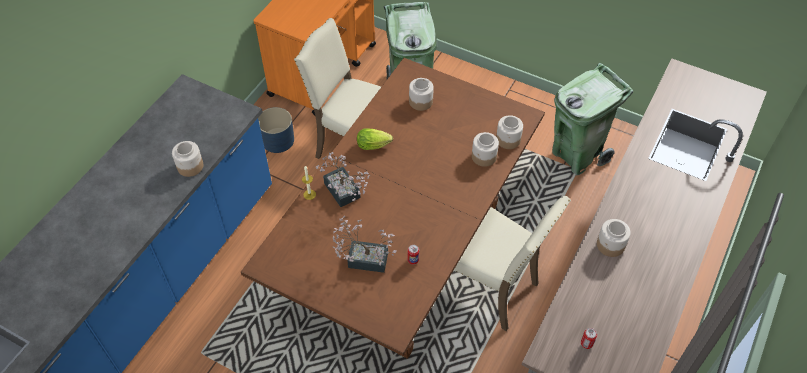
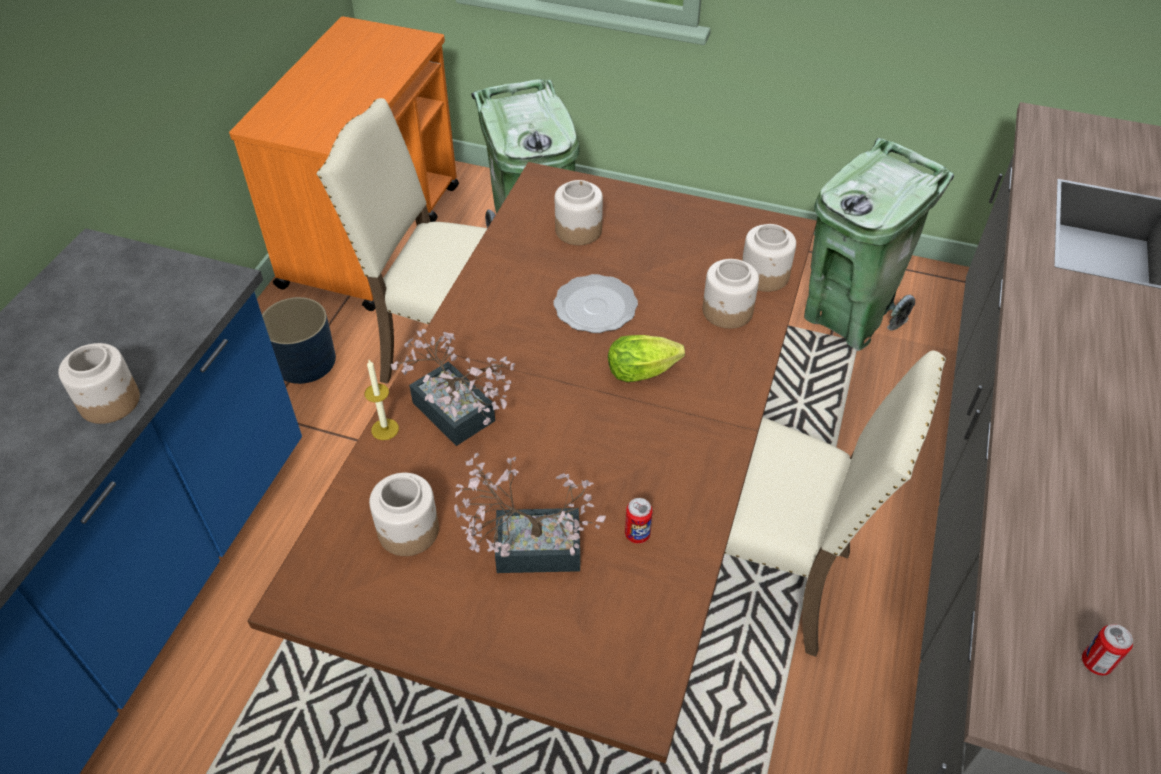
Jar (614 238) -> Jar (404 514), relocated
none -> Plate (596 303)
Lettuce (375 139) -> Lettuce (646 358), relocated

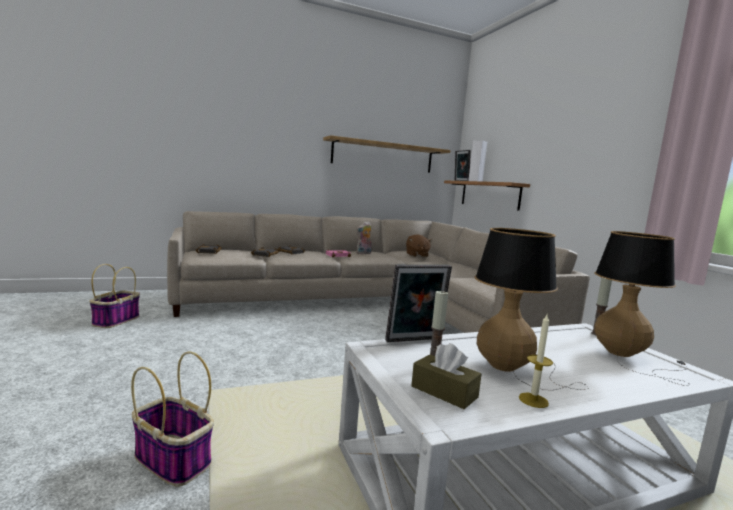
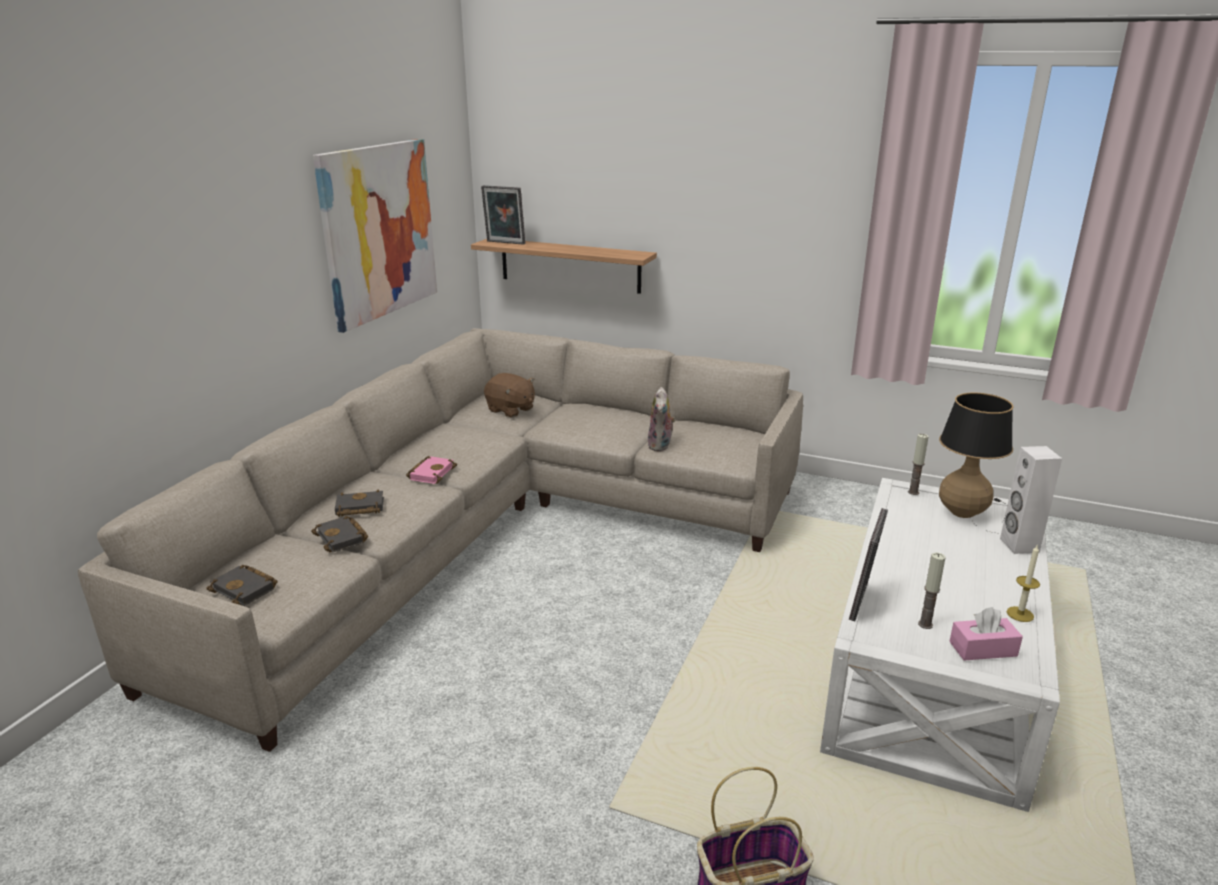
Shelf (387 154) -> Picture (375 236)
PlushToy (364 237) -> PlushToy (661 419), relocated
BrownTissueBox (446 376) -> PinkTissueBox (986 633)
WhiteSpeaker (477 161) -> WhiteSpeaker (1031 500), relocated
Basket (114 296) -> none
TableLamp (532 309) -> none

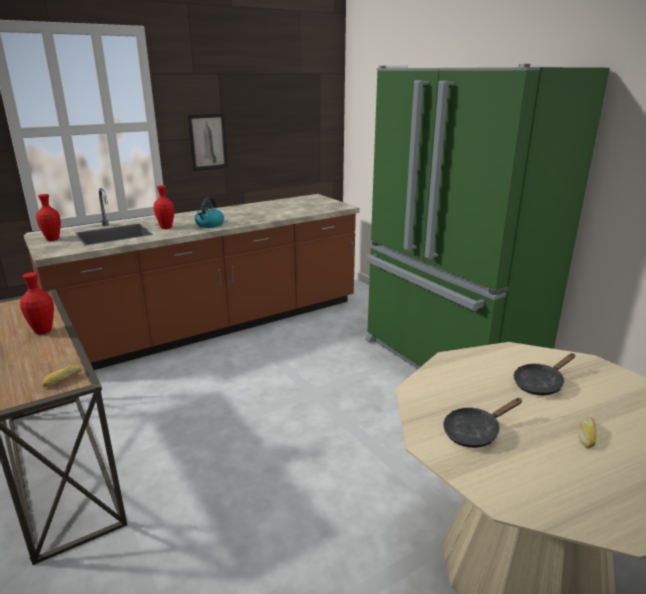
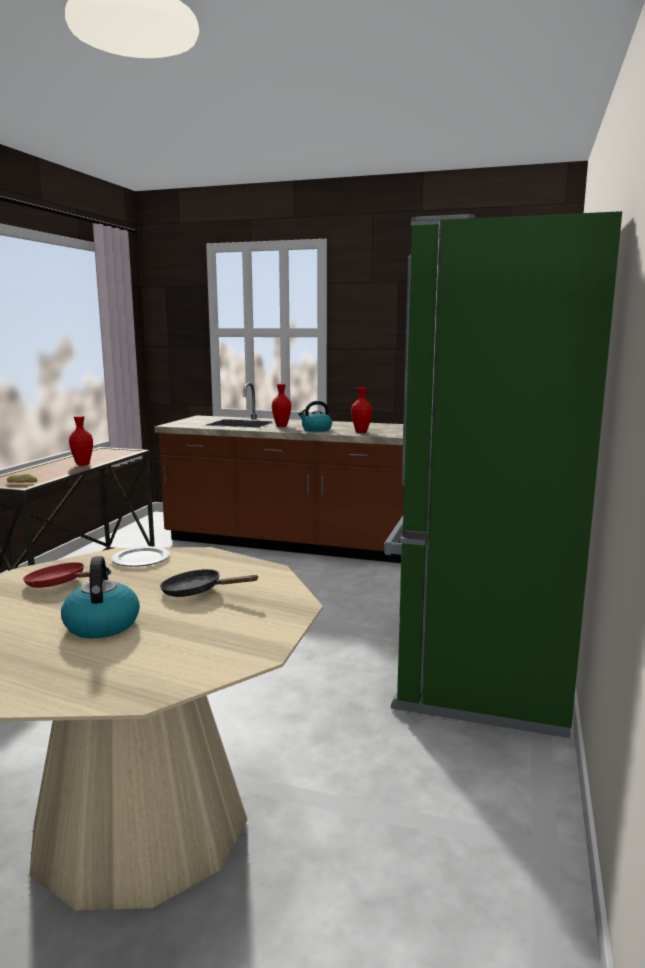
BlackFryingPan (482 423) -> RedFryingPan (67 575)
Bread (588 433) -> Kettle (100 597)
none -> Plate (140 556)
RedVase (48 217) -> RedVase (361 410), relocated
Picture (208 142) -> none

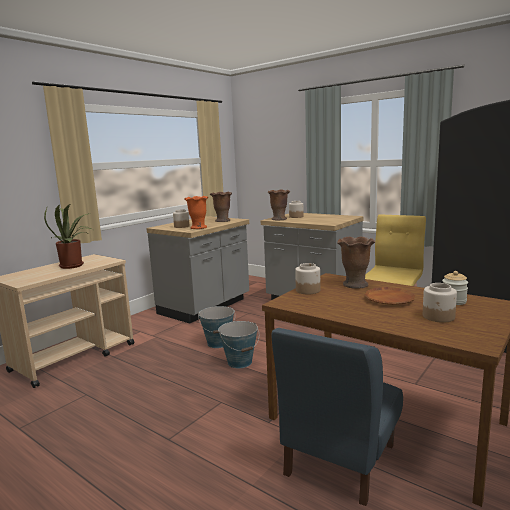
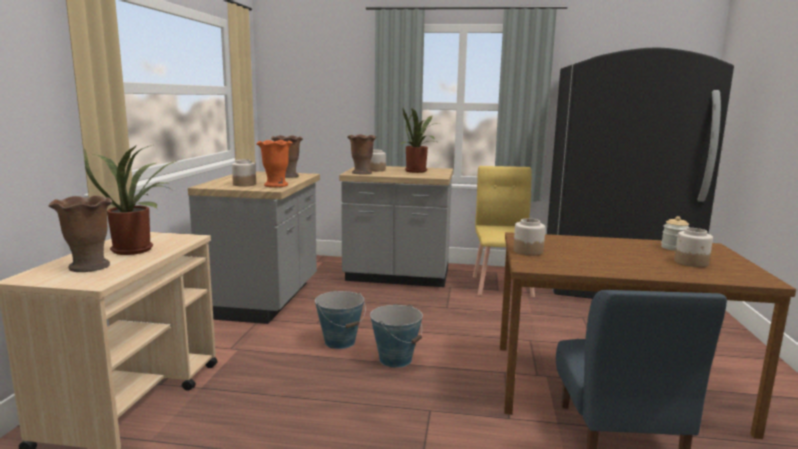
BrownVase (356 263) -> BrownVase (80 233), relocated
none -> PottedPlant (420 140)
BrownPlate (390 296) -> none

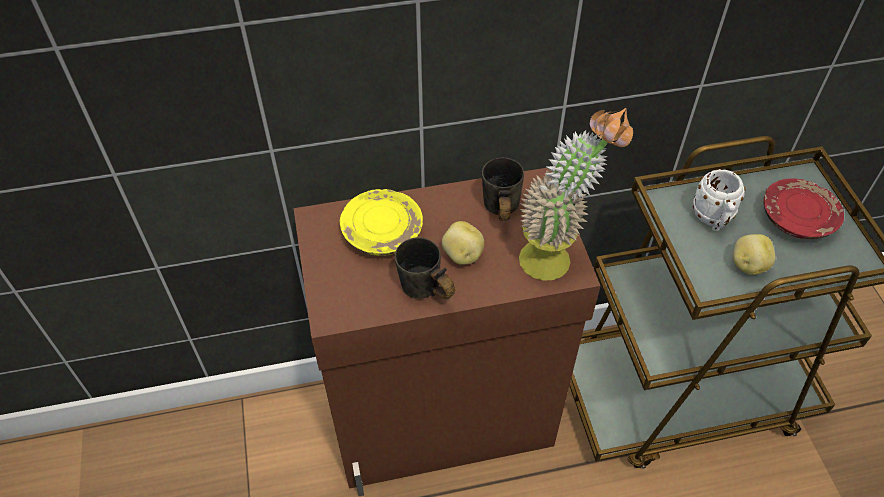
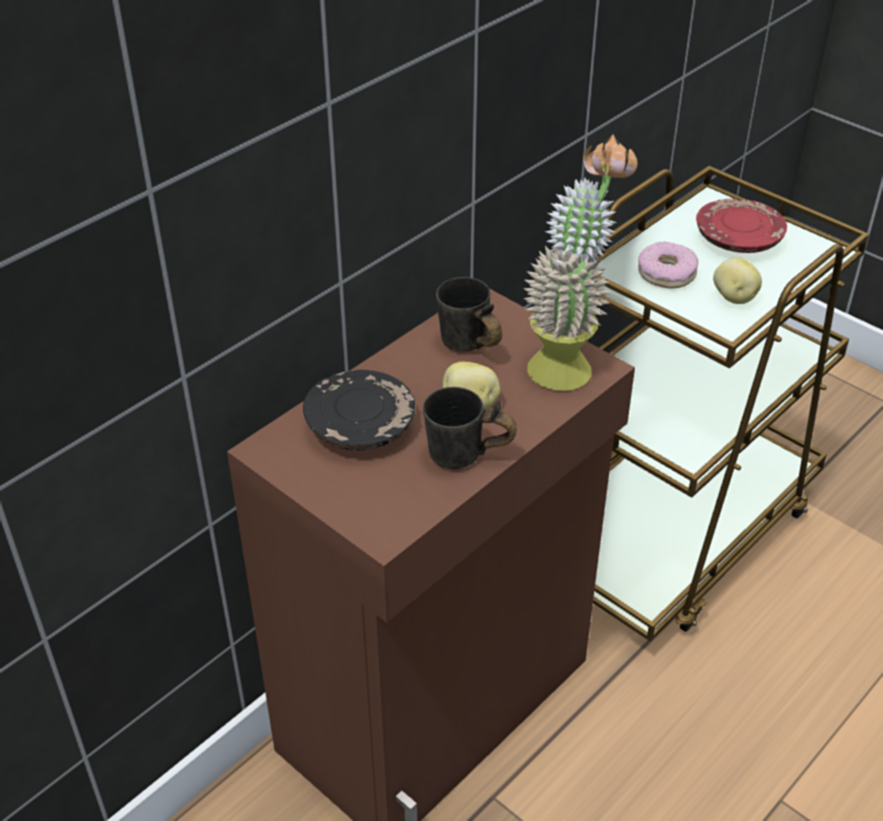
YellowPlate (381 222) -> BlackPlate (359 410)
WhiteMug (719 200) -> Donut (668 265)

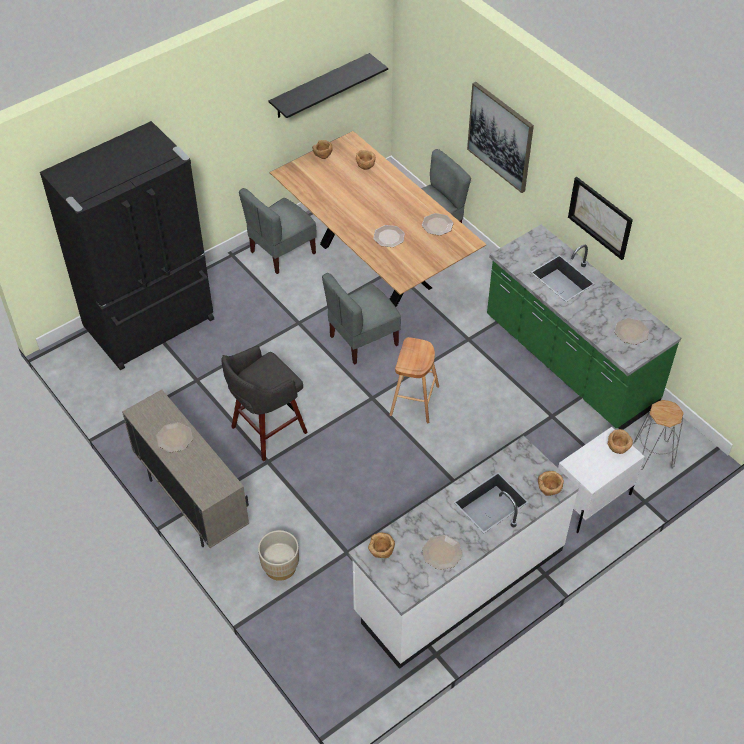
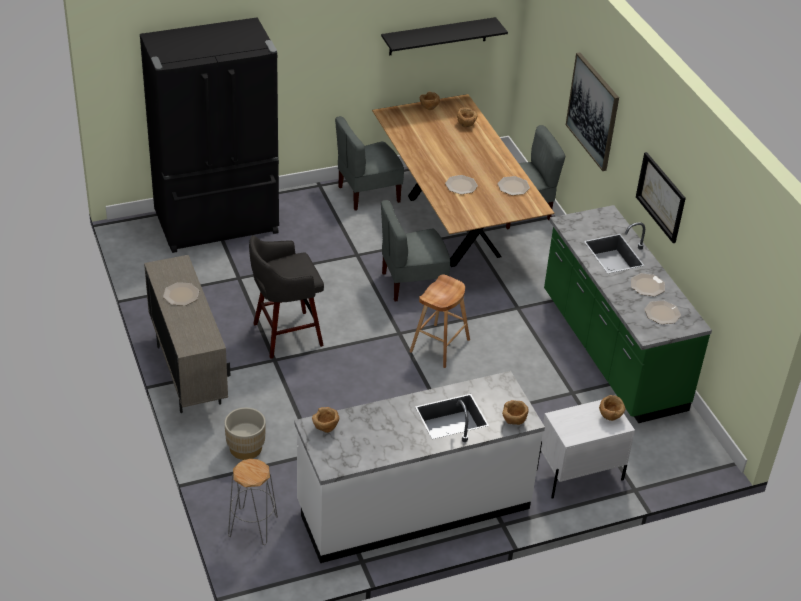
GreyStool (658 435) -> GreyStool (253 502), relocated
Plate (442 552) -> Plate (648 284), relocated

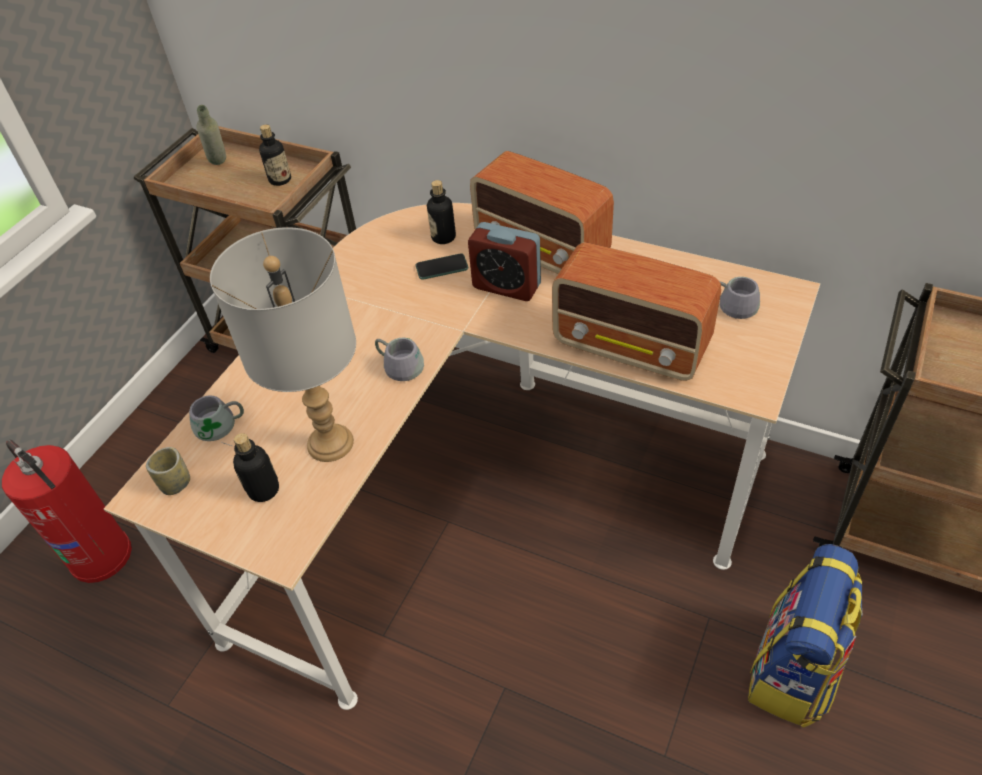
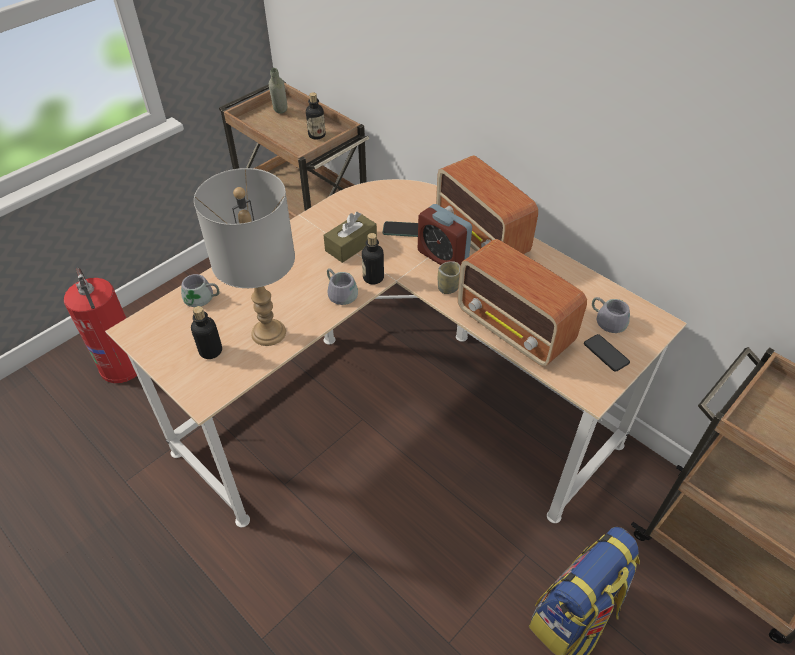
none -> BrownTissueBox (350 237)
Bottle (441 212) -> Bottle (373 258), relocated
Cup (168 471) -> Cup (449 277), relocated
none -> Phone (607 353)

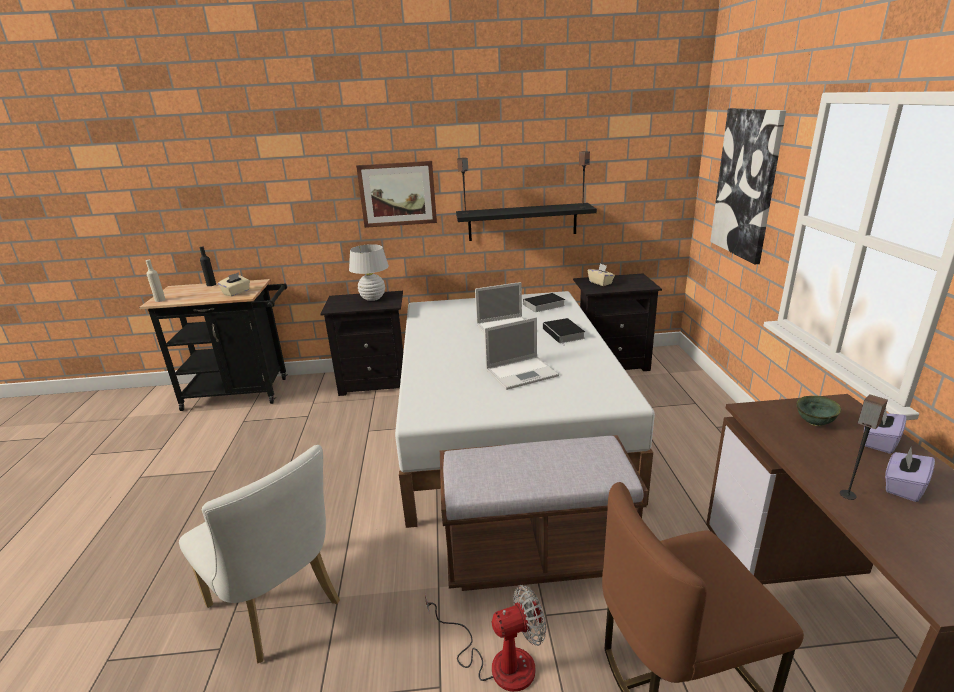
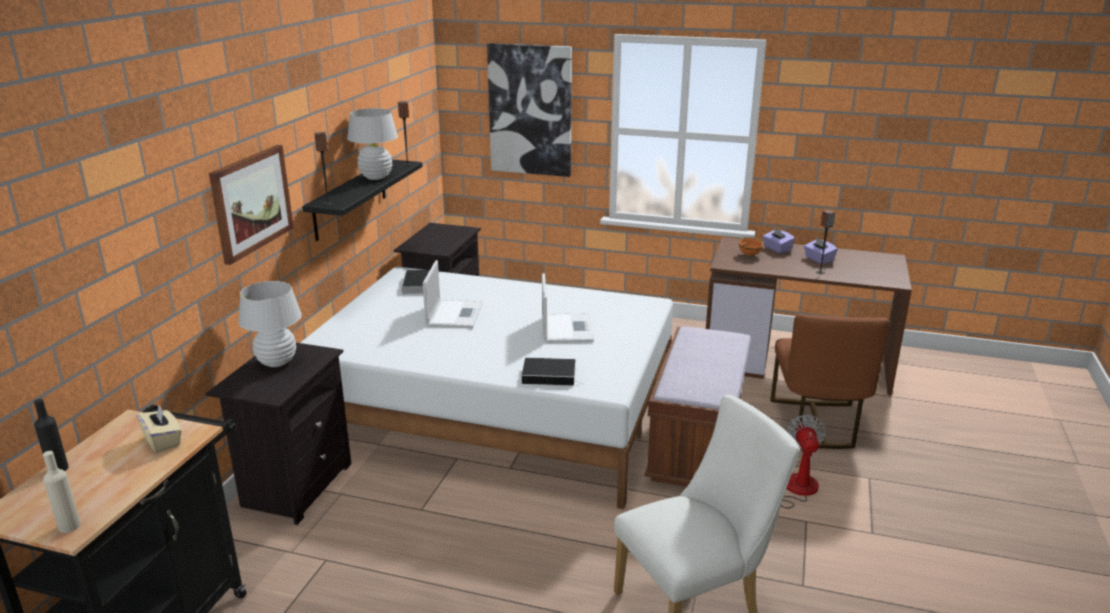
none -> WhiteTableLamp (372 144)
Book (564 332) -> Book (553 372), relocated
GreenBowl (818 411) -> OrangeBowl (751 247)
BeigeTissueBox (601 274) -> none

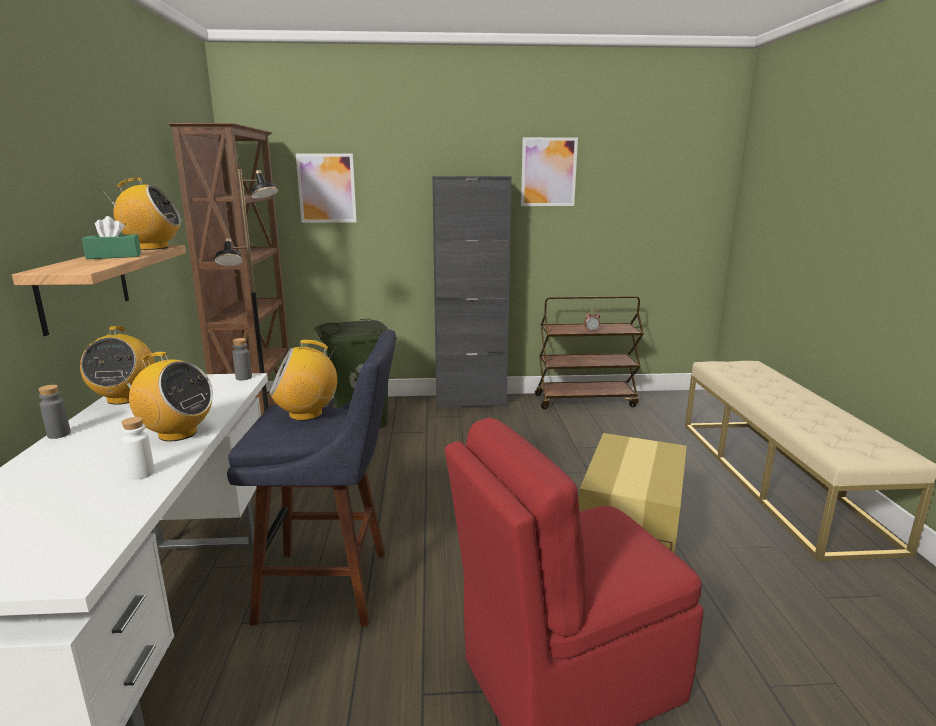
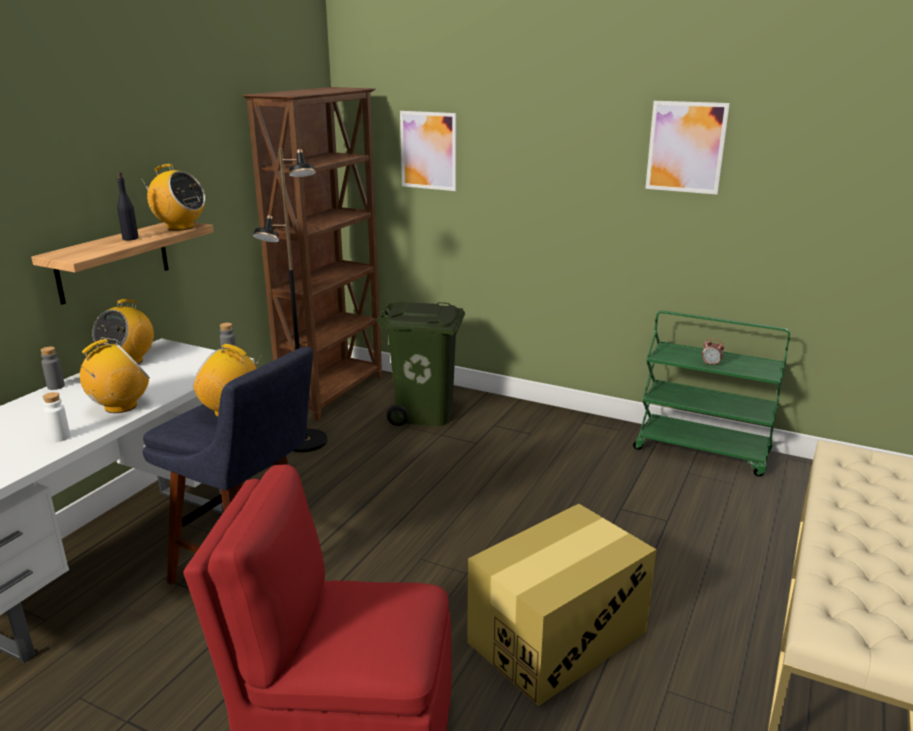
Radio (166 396) -> Radio (115 376), 90 degrees counterclockwise
GreenTissueBox (111 237) -> BlackBottle (128 206)
BrownCart (589 352) -> GreenCart (711 394)
BlackCabinet (472 292) -> none

